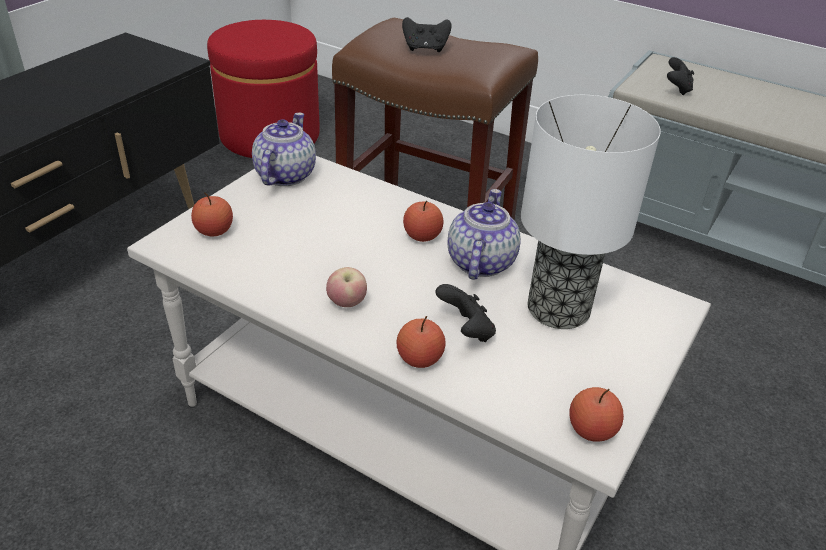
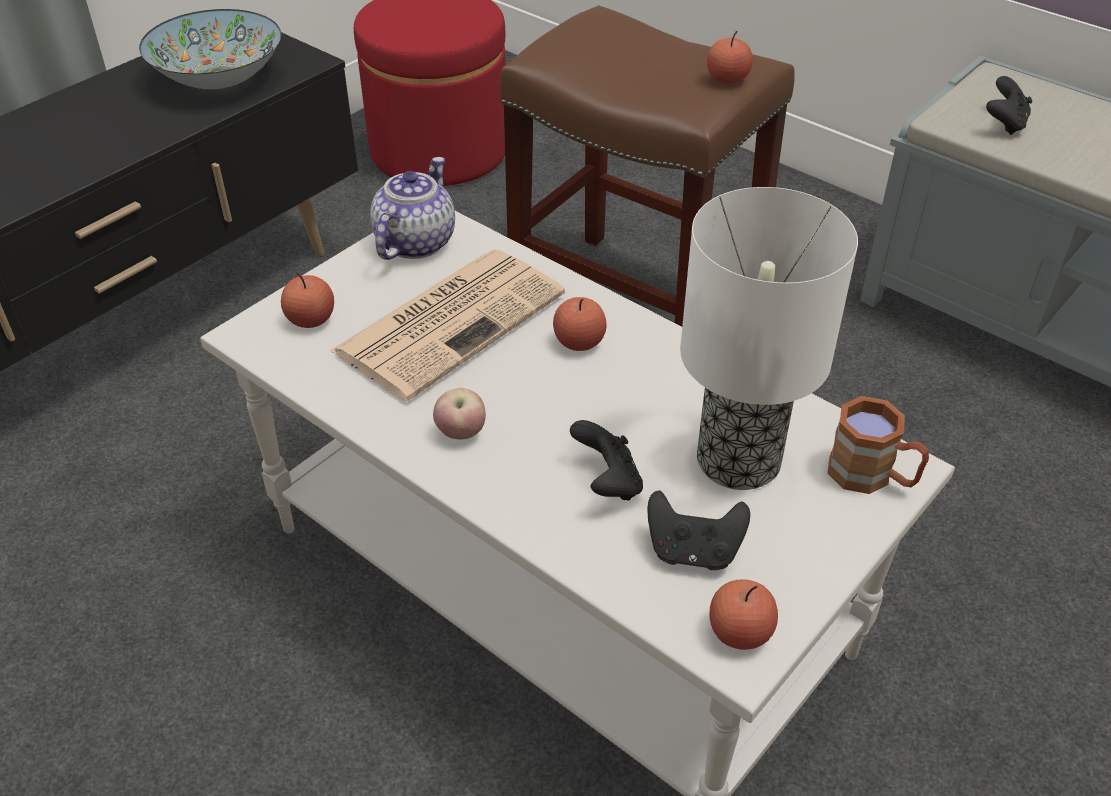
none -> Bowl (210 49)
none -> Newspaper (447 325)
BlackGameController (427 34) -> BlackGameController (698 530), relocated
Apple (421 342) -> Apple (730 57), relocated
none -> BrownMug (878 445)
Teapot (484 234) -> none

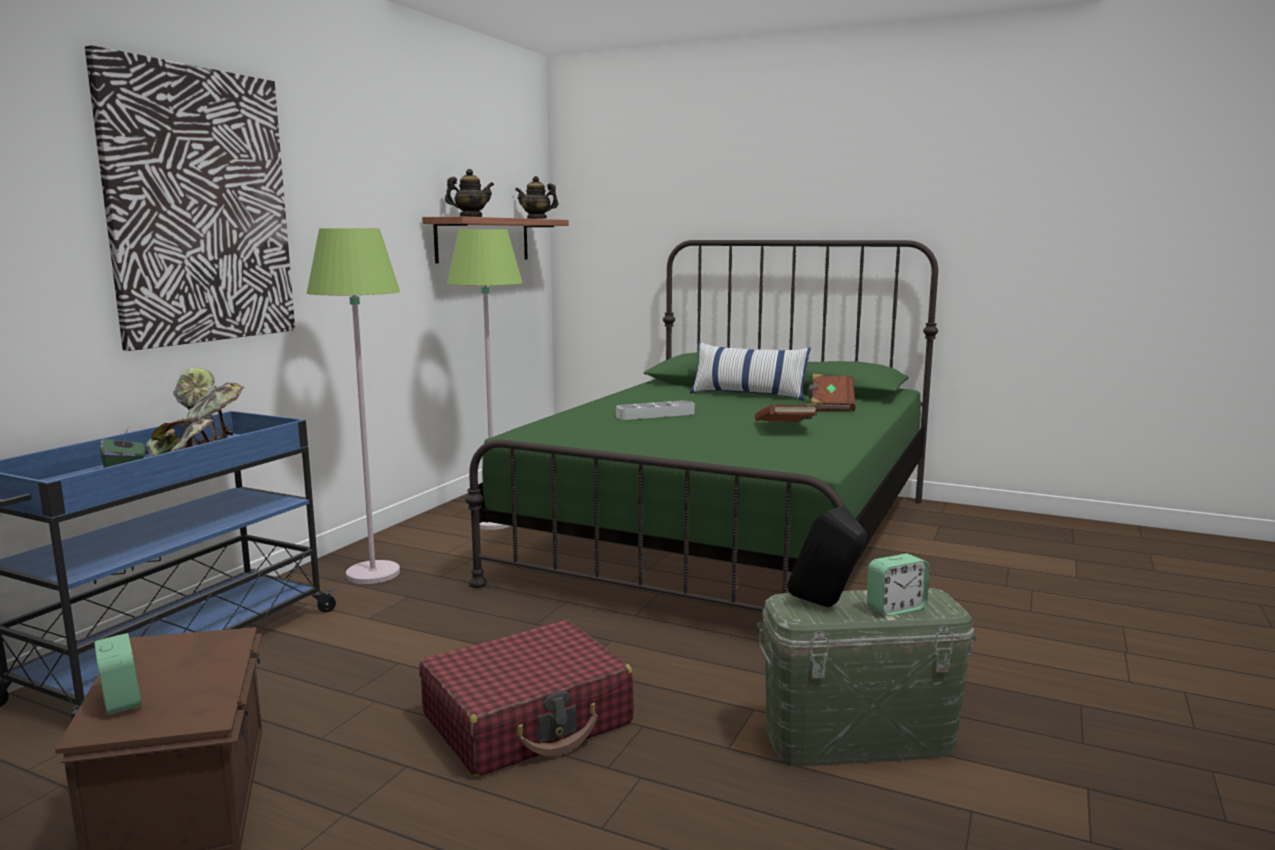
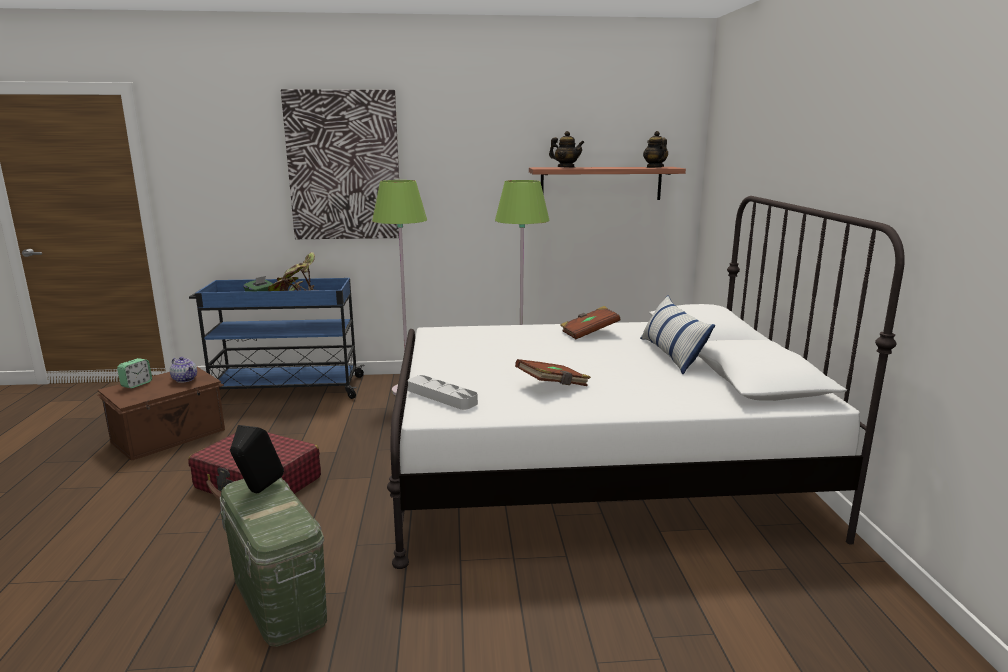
none -> Teapot (183 370)
GreenBed (701 425) -> WhiteBed (646 382)
GreyTray (655 410) -> GreyTray (443 392), relocated
BrownBook (831 392) -> BrownBook (590 322), relocated
AlarmClock (898 585) -> none

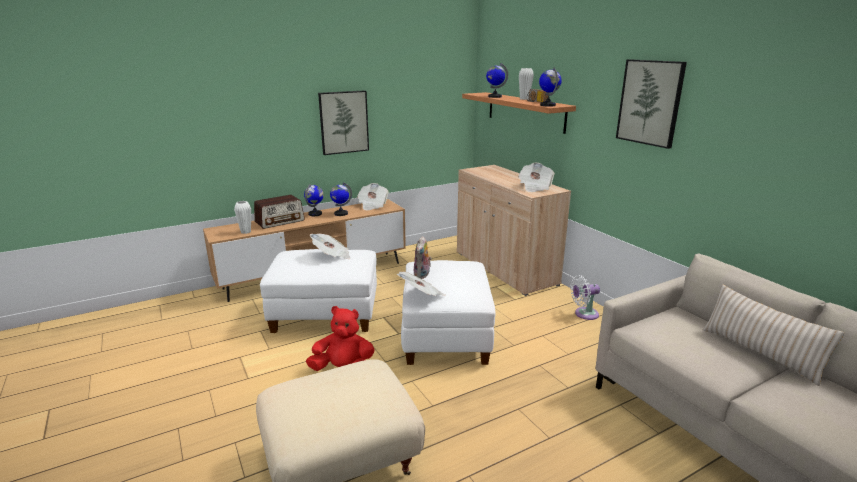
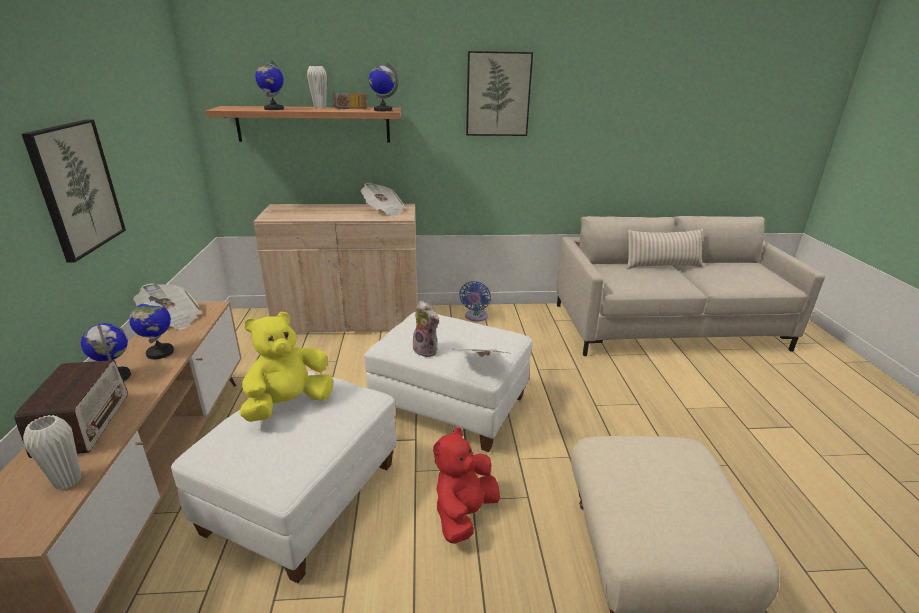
Newspaper (330 246) -> YellowPlushToy (286 367)
WhiteFan (585 297) -> BlueFan (475 301)

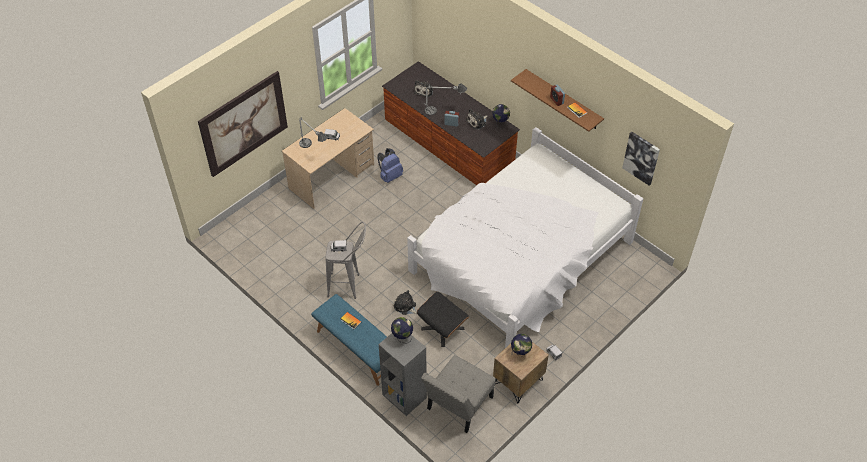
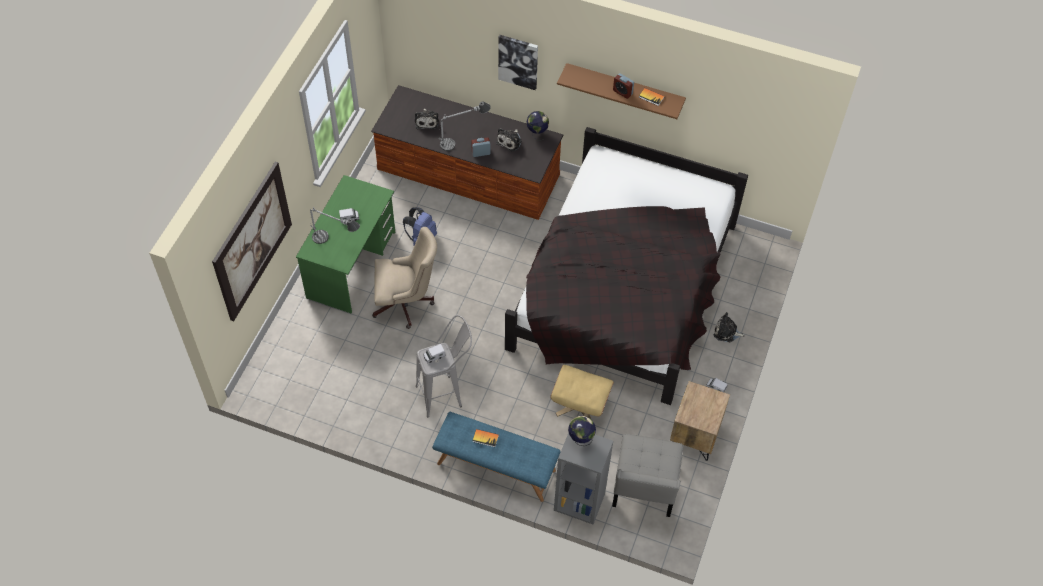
BeigeDesk (328 158) -> GreenDesk (345 244)
none -> BeigeOfficeChair (404 278)
Picture (641 159) -> Picture (518 62), relocated
WhiteBed (525 237) -> BlackBed (626 266)
BlackOttoman (443 319) -> BeigeOttoman (582 392)
PlushToy (405 302) -> PlushToy (729 327), relocated
Globe (521 345) -> none

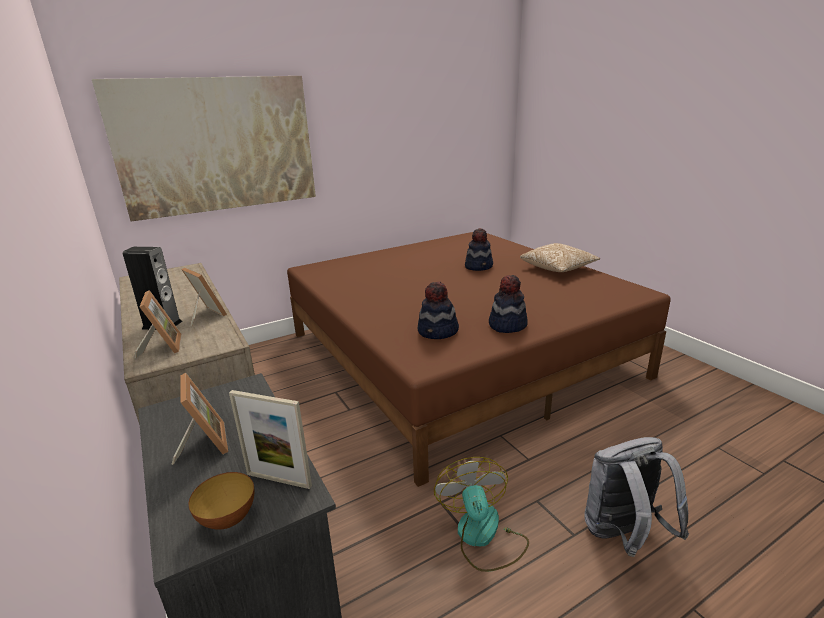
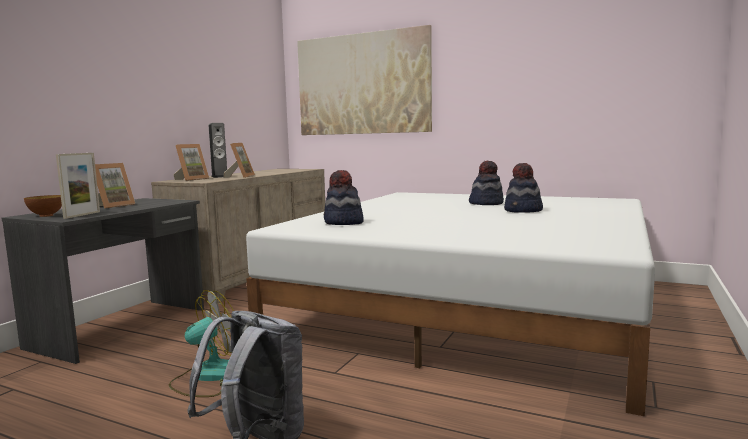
PictureFrame (270 439) -> PictureFrame (78 186), 150 degrees counterclockwise
BrownBed (479 359) -> WhiteBed (450 304)
Hat (508 304) -> Hat (486 183), relocated
Pillow (560 257) -> none

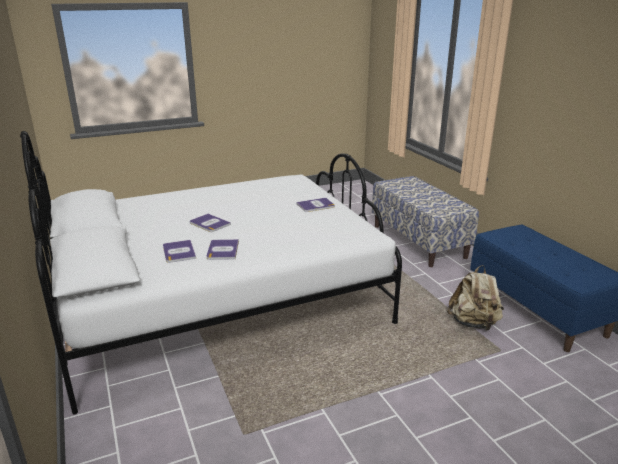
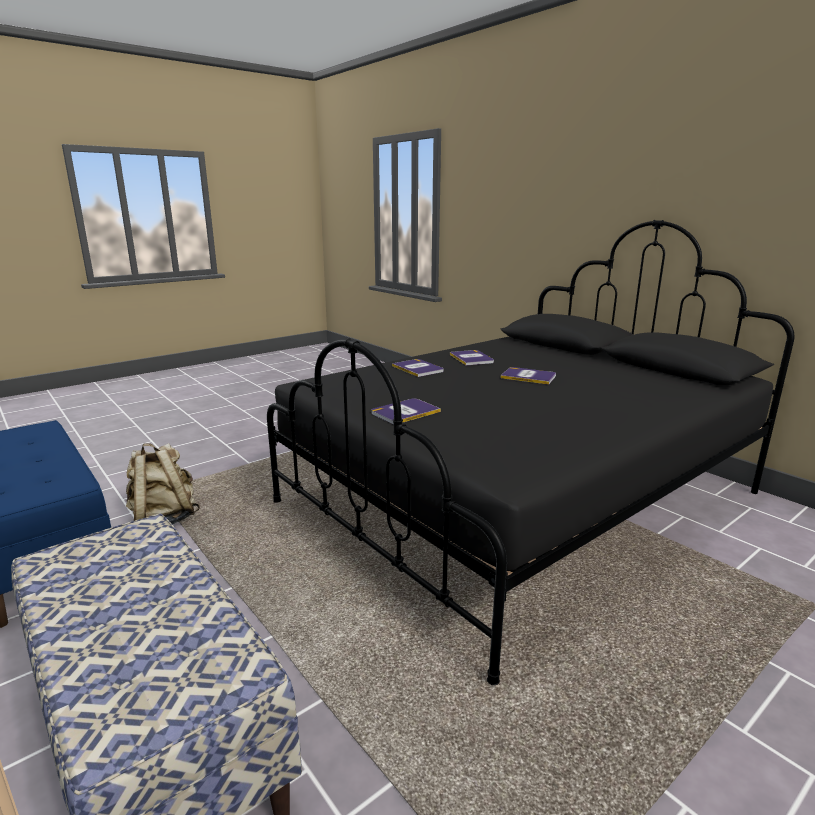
WhiteBed (211 273) -> BlackBed (531 452)
Book (179 251) -> Book (418 368), relocated

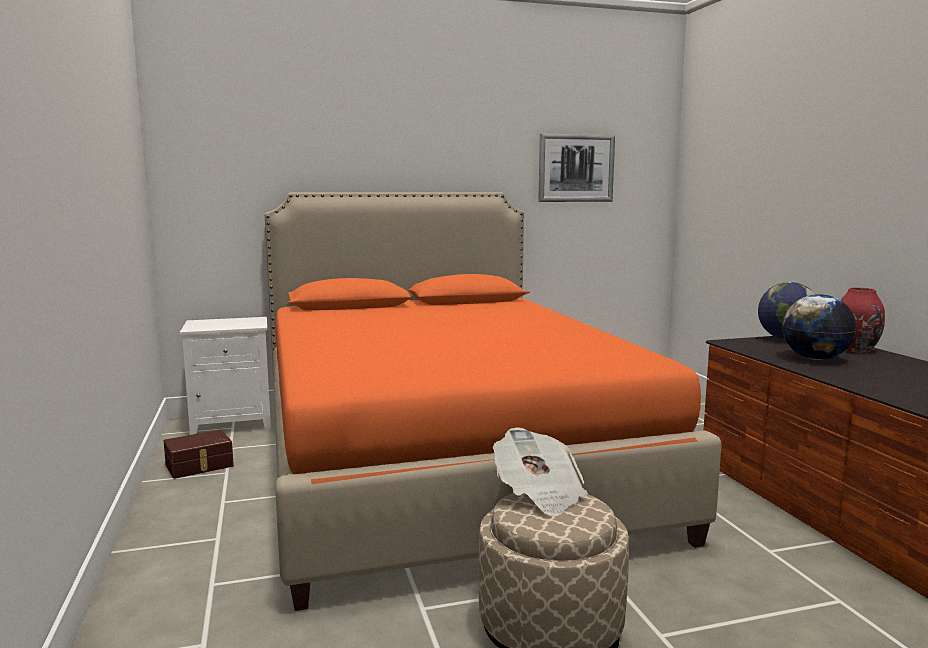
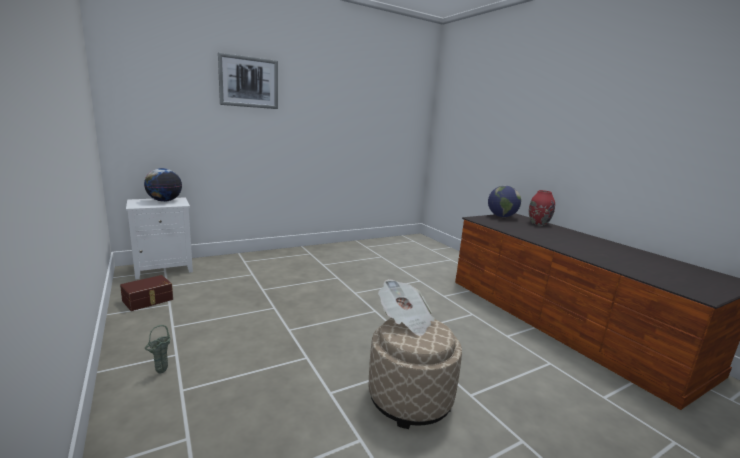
Globe (819 327) -> Globe (163 185), relocated
none -> GreenVase (157 349)
Picture (576 168) -> Picture (248 80), relocated
OrangeBed (493 401) -> none

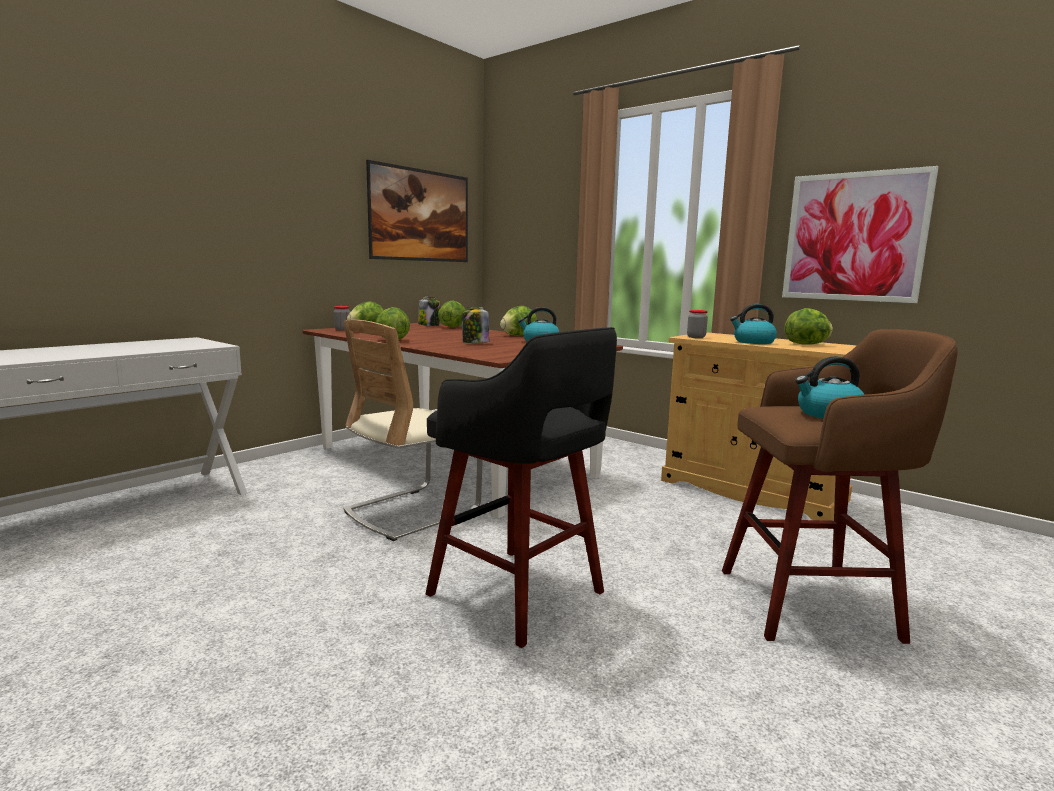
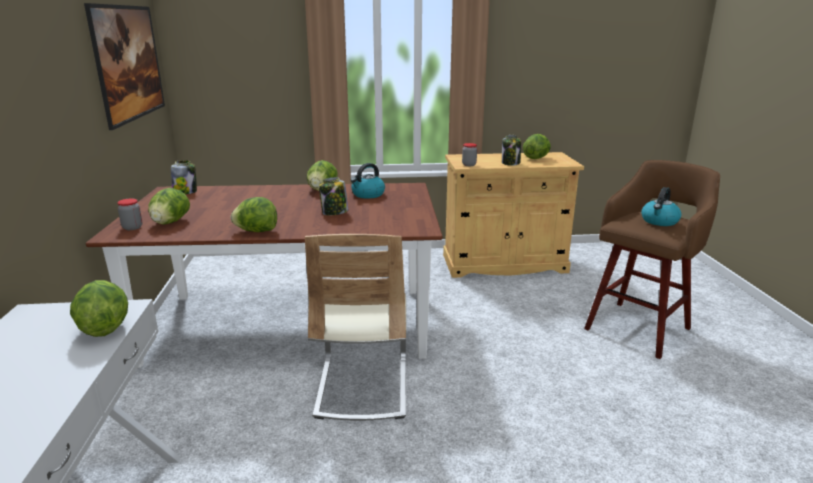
Lettuce (452 313) -> Lettuce (99 308), relocated
Kettle (753 324) -> Jar (511 150)
BlackStool (521 487) -> none
Picture (860 234) -> none

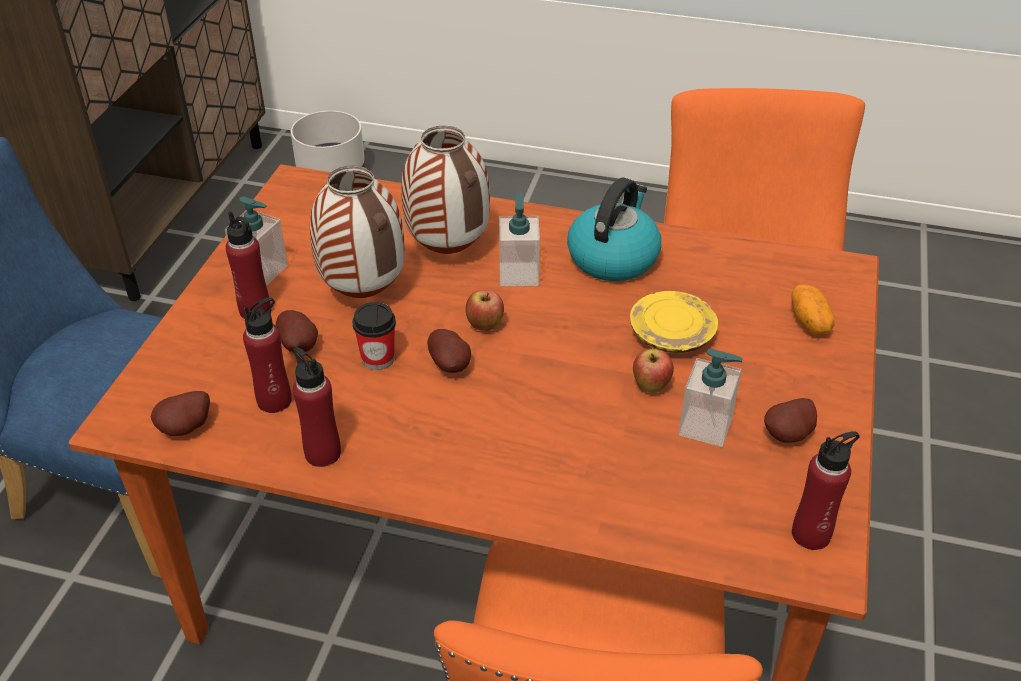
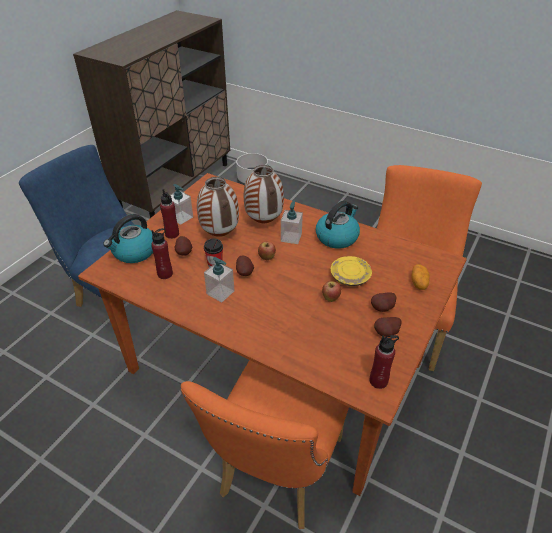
none -> Kettle (128 238)
SoapDispenser (711 397) -> SoapDispenser (219 279), relocated
Potato (180 413) -> Potato (383 302), relocated
RedBottle (316 407) -> none

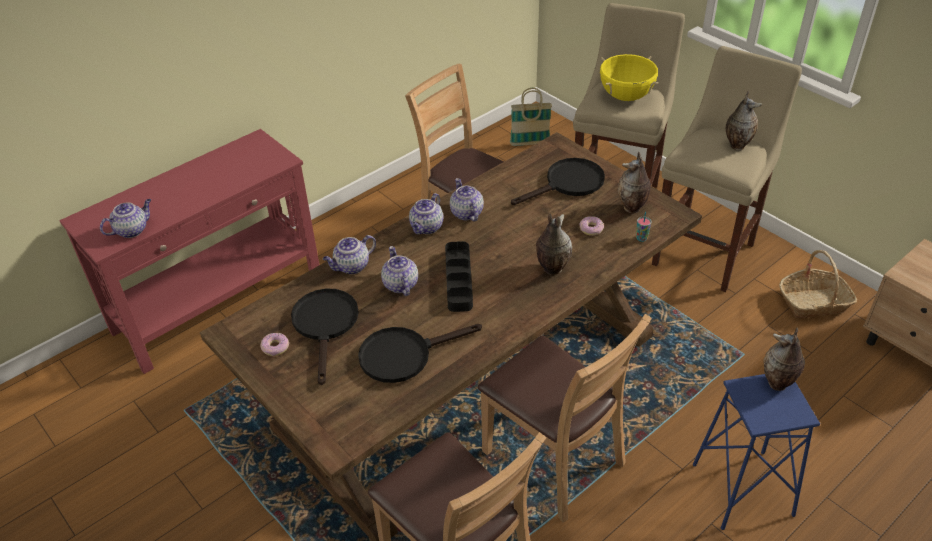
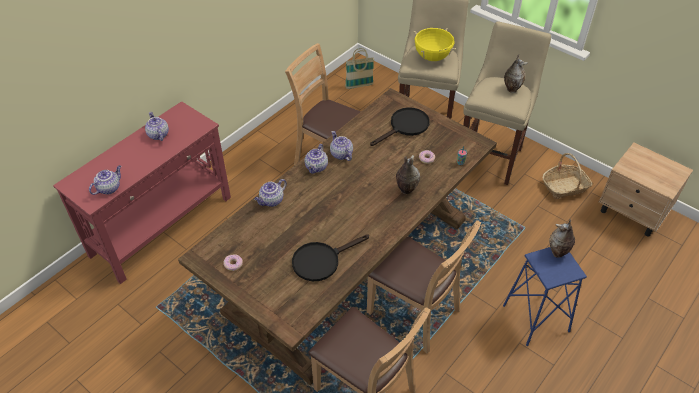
Teapot (399 271) -> Teapot (157 126), relocated
BlackFryingPan (325 337) -> none
BlackTray (459 276) -> none
Vase (634 182) -> none

